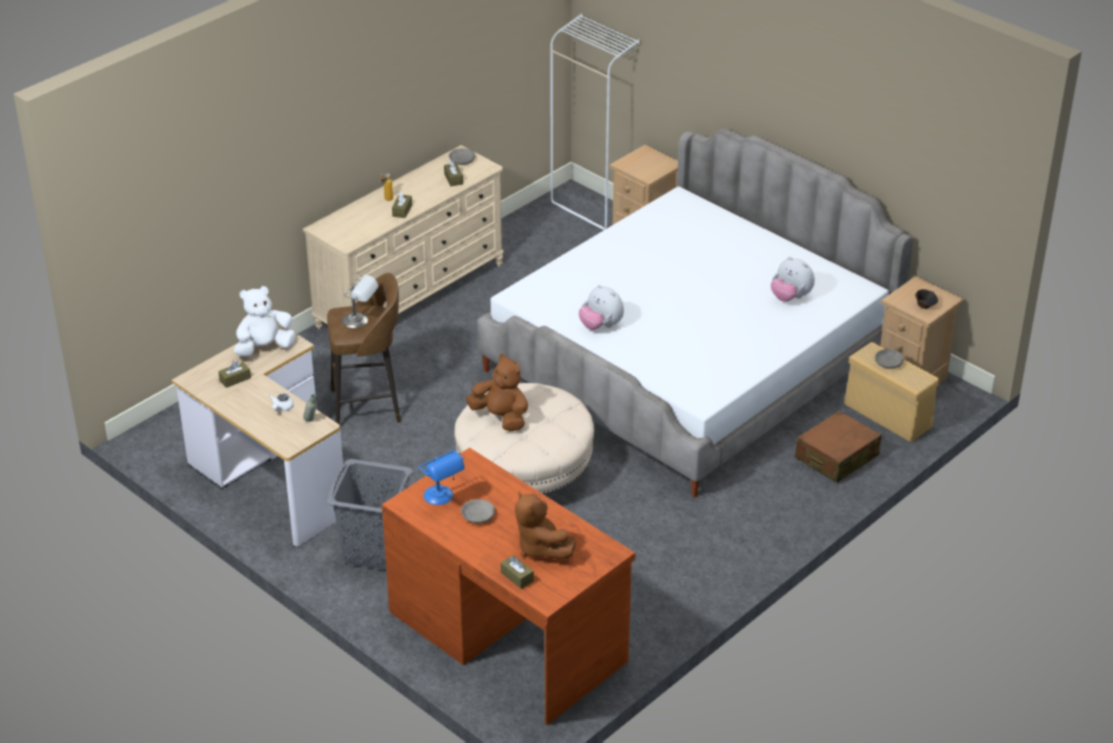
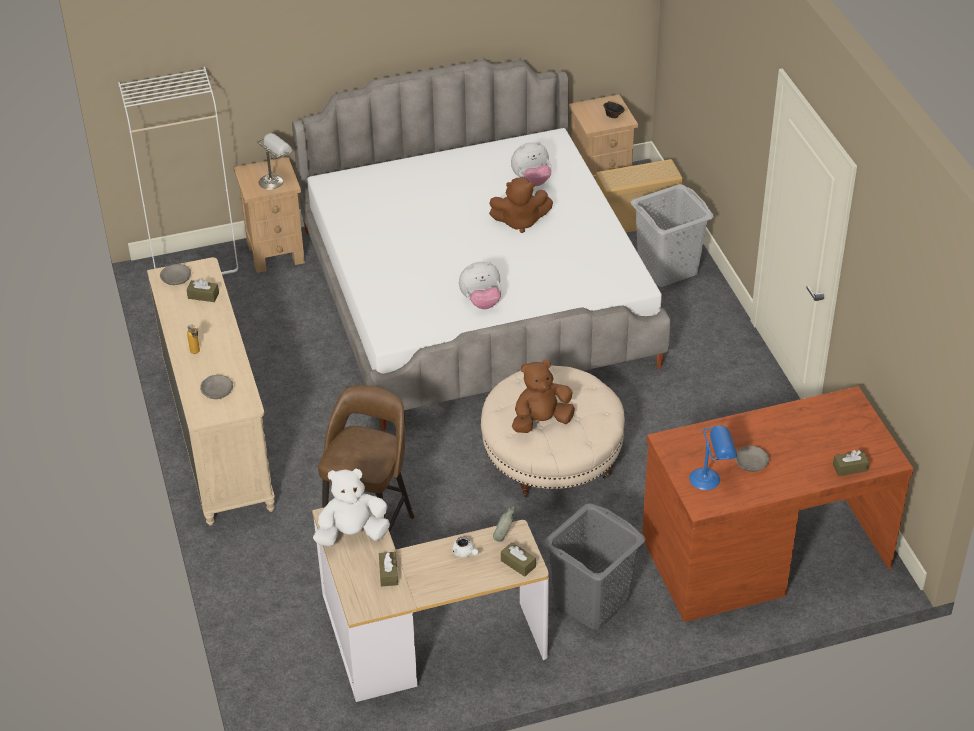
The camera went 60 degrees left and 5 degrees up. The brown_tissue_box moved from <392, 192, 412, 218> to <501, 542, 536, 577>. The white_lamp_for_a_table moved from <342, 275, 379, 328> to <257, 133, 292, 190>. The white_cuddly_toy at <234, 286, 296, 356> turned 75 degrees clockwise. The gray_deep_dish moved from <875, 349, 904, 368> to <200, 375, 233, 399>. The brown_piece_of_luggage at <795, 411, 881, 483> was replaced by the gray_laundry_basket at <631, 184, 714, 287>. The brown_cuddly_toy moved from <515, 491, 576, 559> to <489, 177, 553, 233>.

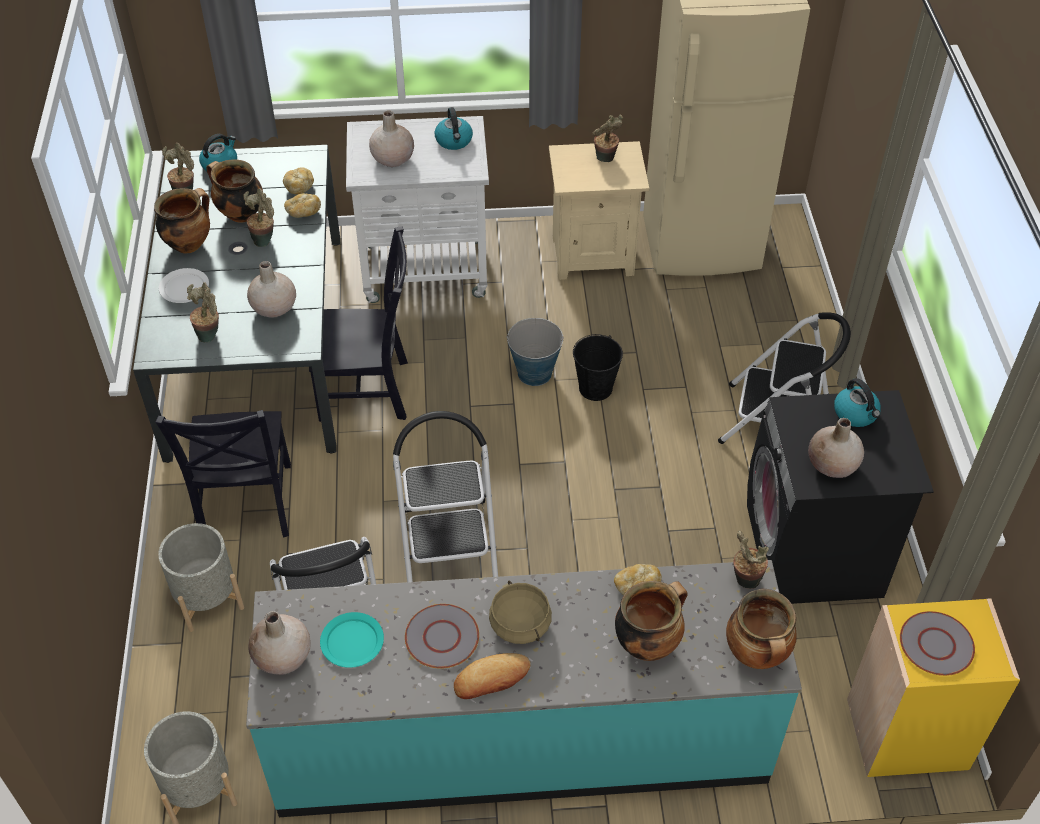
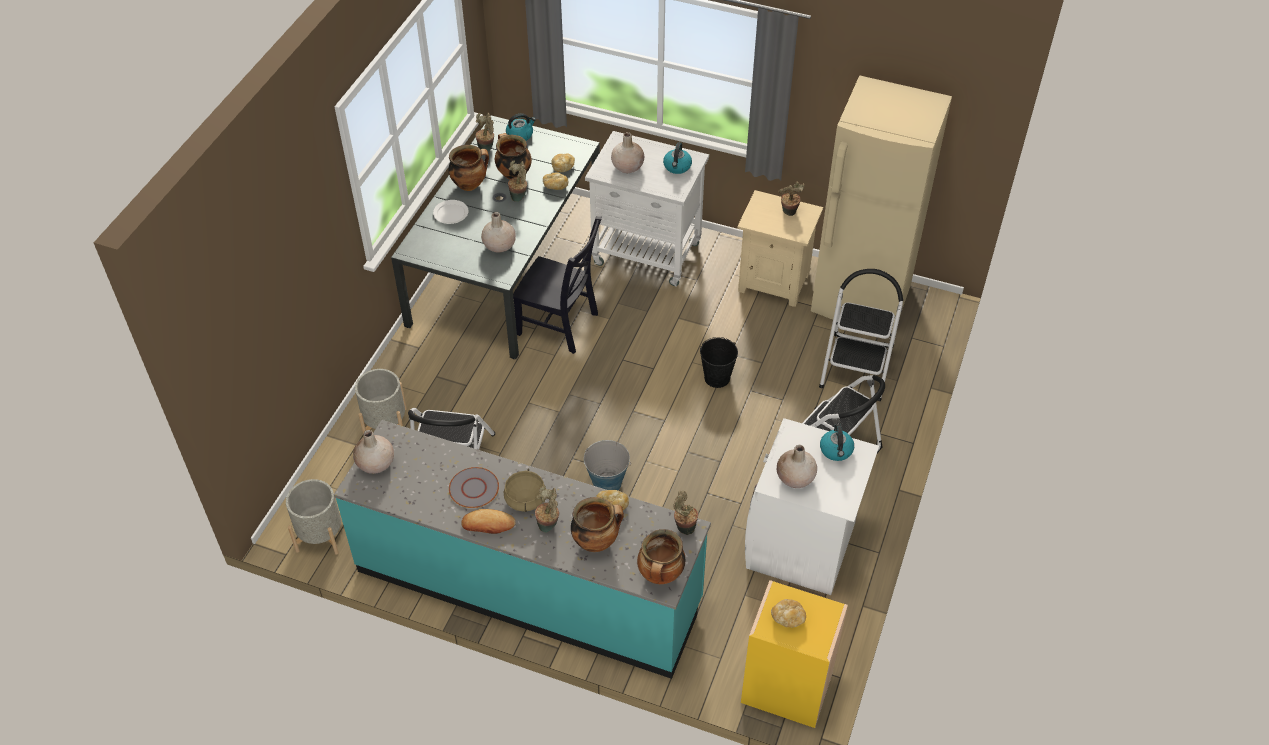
The camera went 25 degrees right and 0 degrees up. The plant_in_a_pot moved from <187, 282, 219, 343> to <535, 486, 559, 533>. The pail moved from <506, 318, 564, 386> to <584, 440, 631, 491>. The blackish_washing_machine at <747, 390, 934, 604> became the white_washing_machine at <745, 418, 879, 595>. The blackish_plain_chair at <155, 410, 291, 537> disappeared. The step_stool moved from <393, 411, 498, 582> to <819, 269, 903, 401>. The gray_dinner_plate at <900, 611, 975, 676> was replaced by the bakery_bread at <771, 599, 806, 628>. The blue-green_dinner_plate at <320, 612, 384, 668> disappeared.

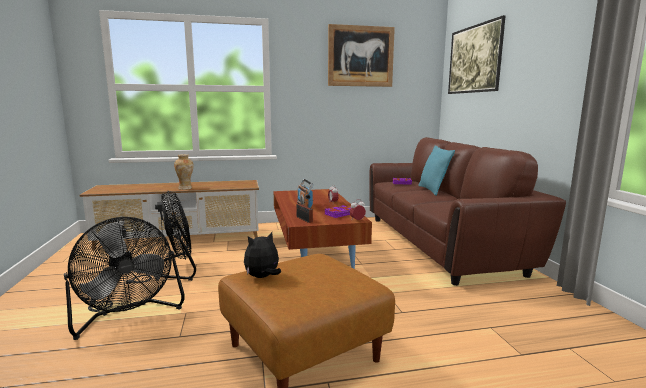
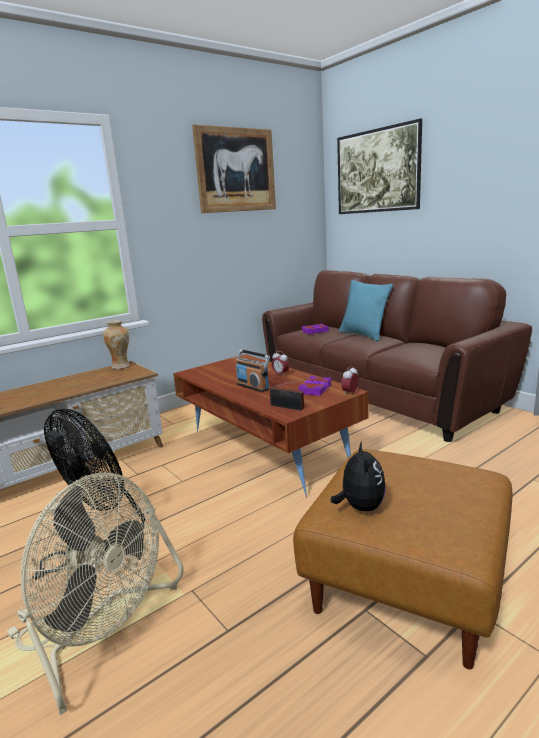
The camera went 25 degrees left and 5 degrees up. The flower_vase moved from <174, 154, 194, 190> to <103, 320, 130, 369>. The blackish_fan at <64, 217, 185, 340> became the beige-coloured_fan at <7, 472, 183, 715>. The cuddly_toy at <244, 232, 281, 278> turned 150 degrees clockwise.

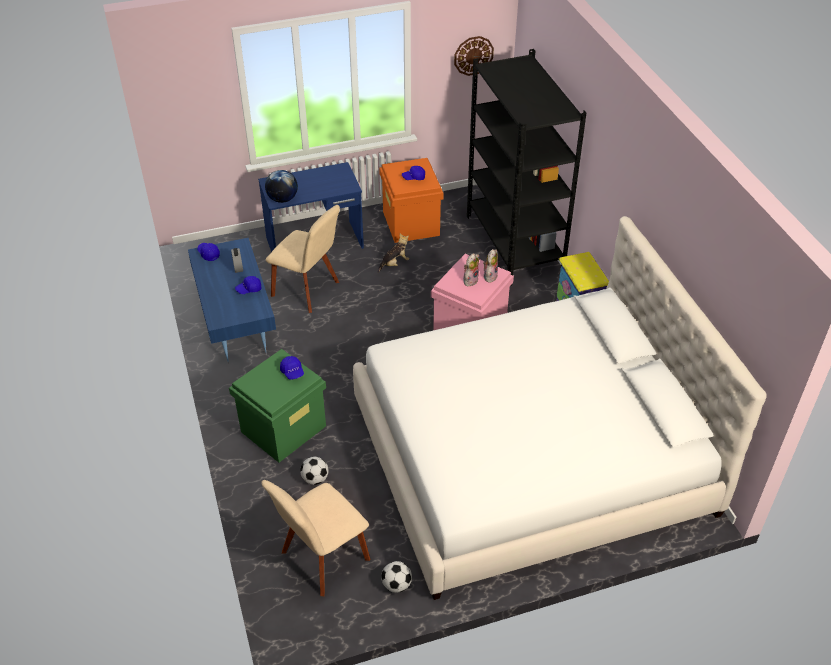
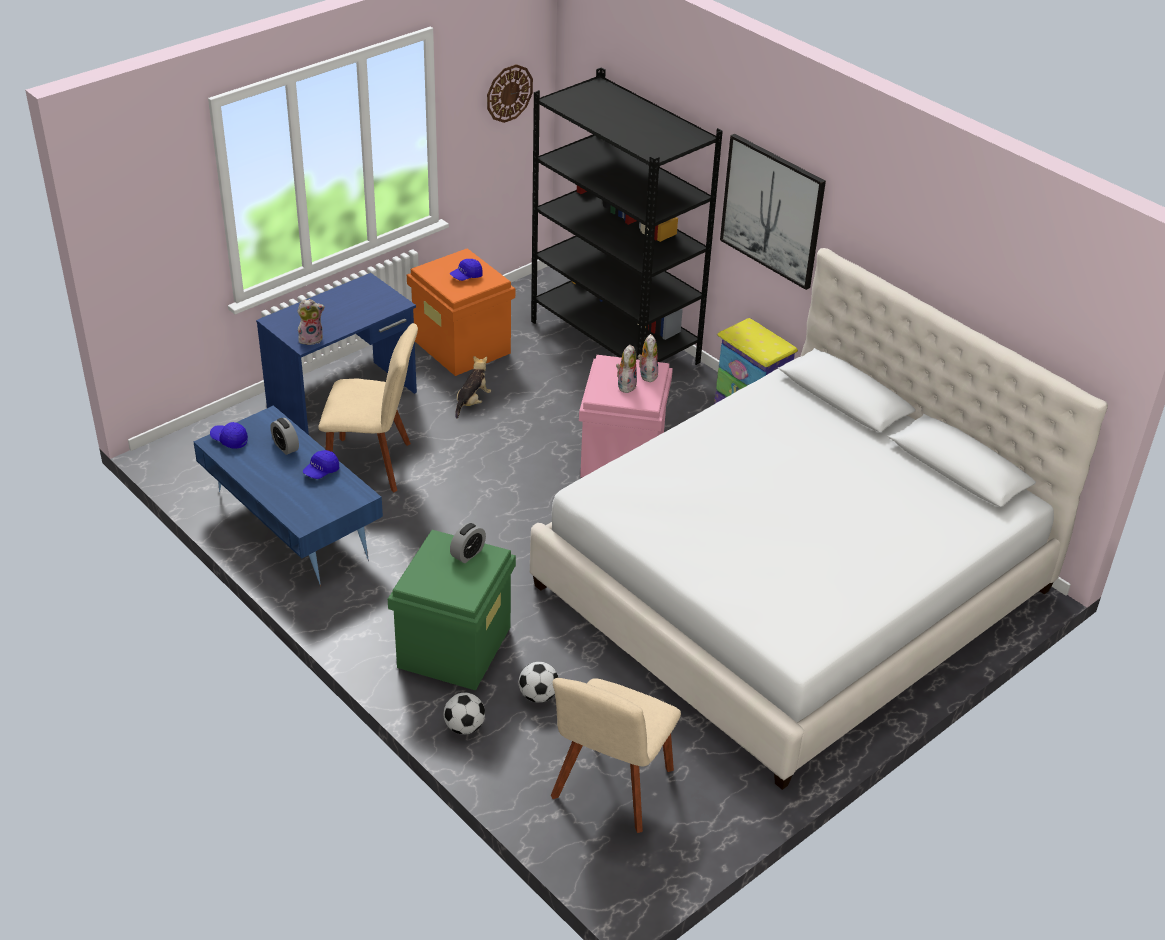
The camera went 25 degrees left and 5 degrees down. The world_globe at <265, 170, 298, 203> was replaced by the cuddly_toy at <297, 299, 325, 345>. The blue-coloured_cap at <280, 356, 304, 380> was replaced by the alarm_clock at <450, 522, 486, 563>. The football moved from <381, 561, 412, 593> to <444, 693, 485, 734>. The picture at <720, 134, 826, 290> appeared.

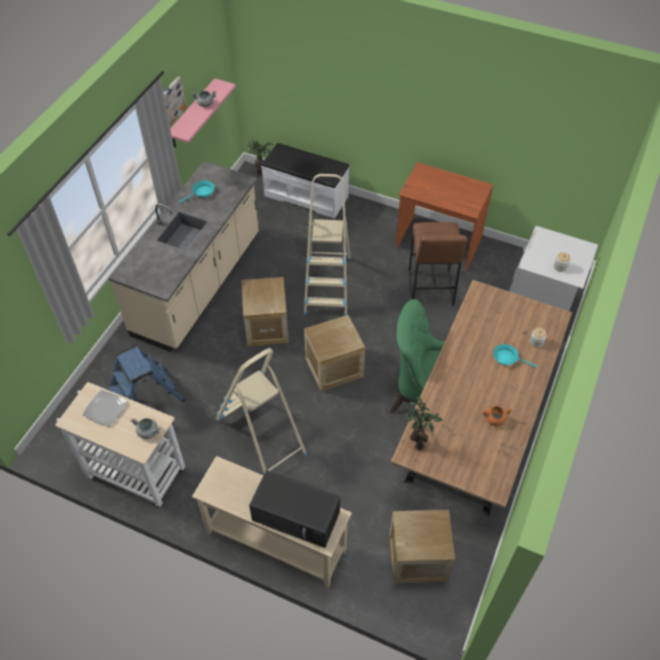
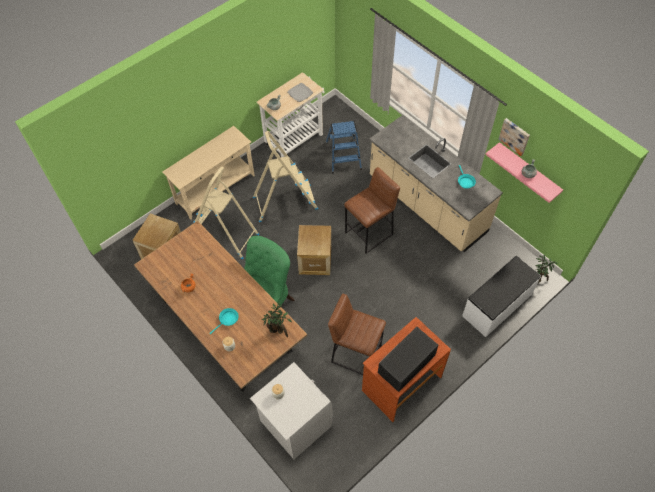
The camera went 115 degrees right and 5 degrees up. The beige-coloured_step_stool moved from <304, 174, 350, 316> to <193, 166, 259, 259>. The crate at <242, 277, 289, 346> was replaced by the brown_stool_seat at <344, 167, 400, 254>. The plant_in_a_pot moved from <403, 397, 443, 451> to <262, 303, 292, 337>. The blackish_kitchen_microwave moved from <249, 470, 340, 548> to <378, 326, 438, 392>.

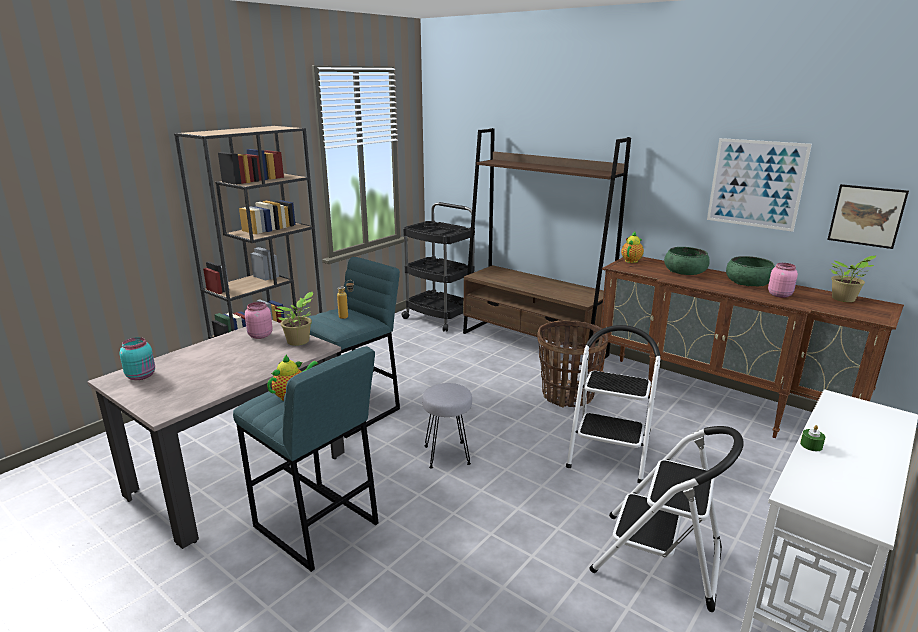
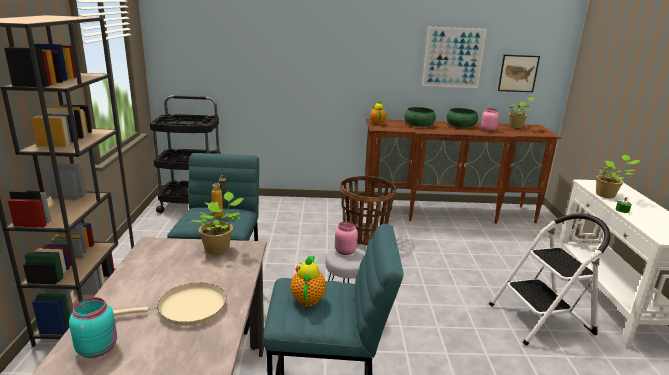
The camera went 40 degrees left and 0 degrees up. The brown_shelving_unit at <463, 128, 631, 368> disappeared. The pinkish_jar moved from <245, 302, 273, 339> to <335, 221, 358, 255>. The step_stool at <566, 325, 661, 484> disappeared. The plant_in_a_pot at <596, 154, 641, 198> appeared. The beige-coloured_frying_pan at <113, 283, 227, 326> appeared.

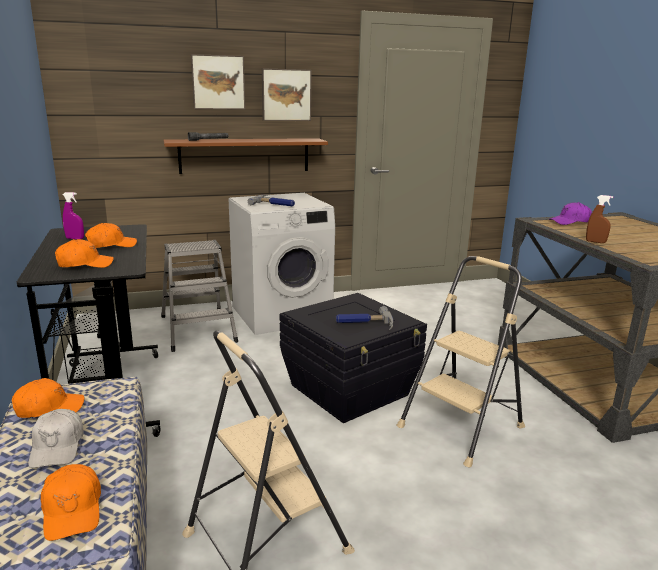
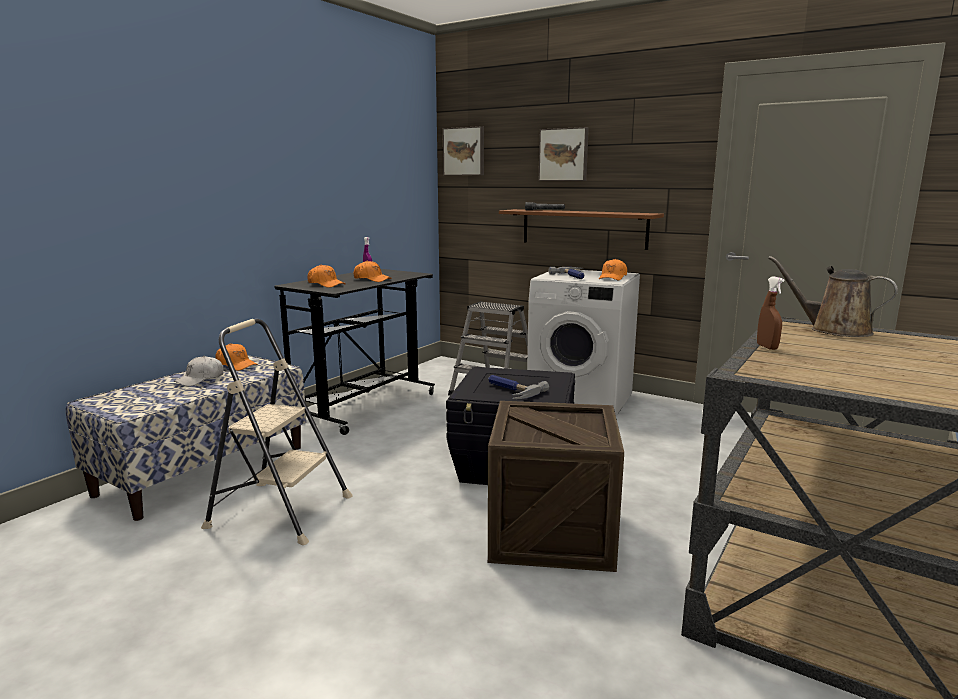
The camera went 50 degrees right and 5 degrees down. The picture moved from <262, 68, 311, 121> to <443, 126, 484, 175>. The purple-coloured_cap at <549, 202, 592, 225> was replaced by the brown_watering_pot at <768, 256, 898, 337>. The beige-coloured_step_stool at <396, 256, 525, 467> was replaced by the crate at <488, 401, 624, 572>. The orange-coloured_cap moved from <41, 464, 101, 541> to <599, 259, 627, 280>.

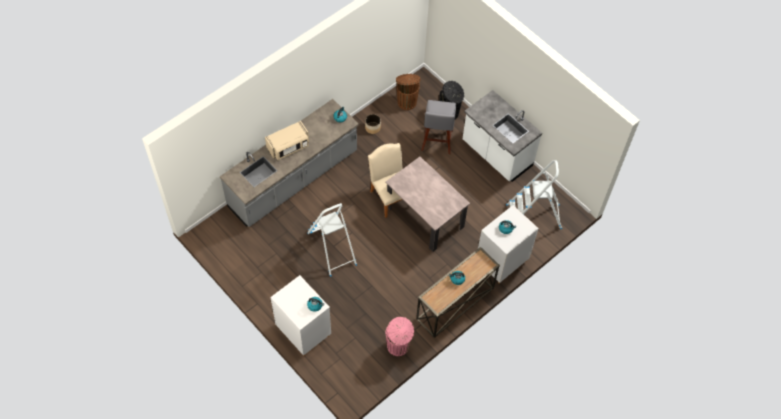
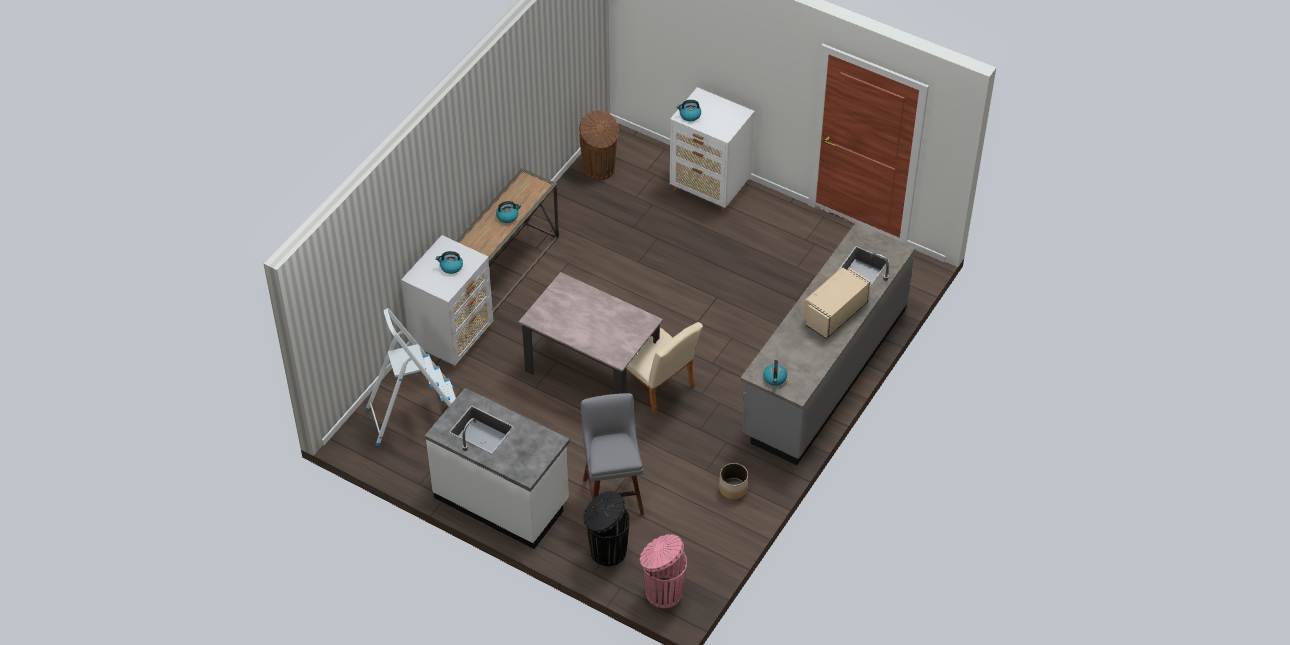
The camera went 165 degrees right and 10 degrees down. The brown_rubbish_bin moved from <396, 74, 420, 110> to <579, 110, 619, 181>. The white_step_stool at <307, 203, 357, 277> disappeared. The pinkish_rubbish_bin moved from <385, 317, 414, 356> to <640, 534, 687, 608>.

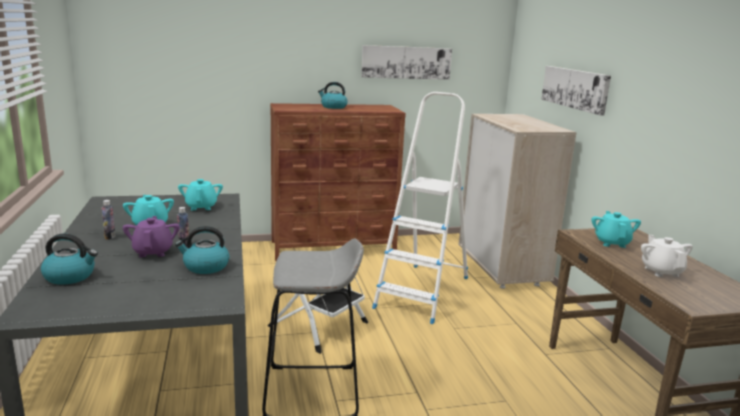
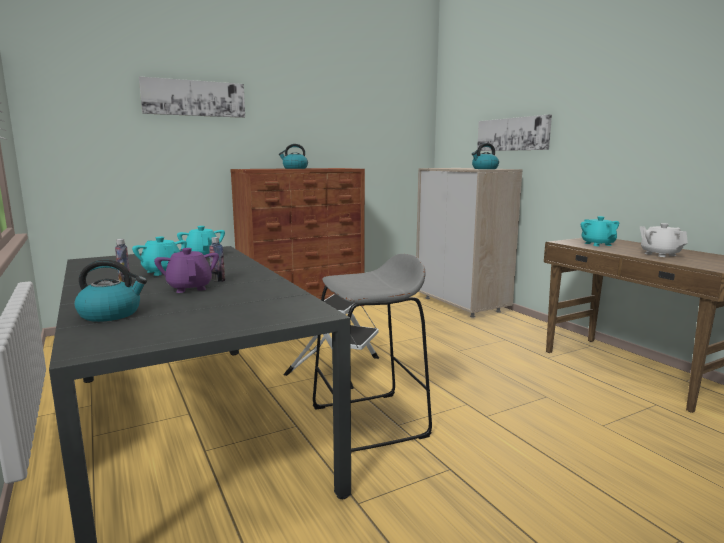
The camera went 15 degrees left and 5 degrees down. The picture moved from <361, 45, 452, 80> to <139, 76, 245, 118>. The white_step_stool at <372, 92, 468, 324> disappeared. The kettle moved from <175, 226, 230, 274> to <472, 143, 499, 169>.

